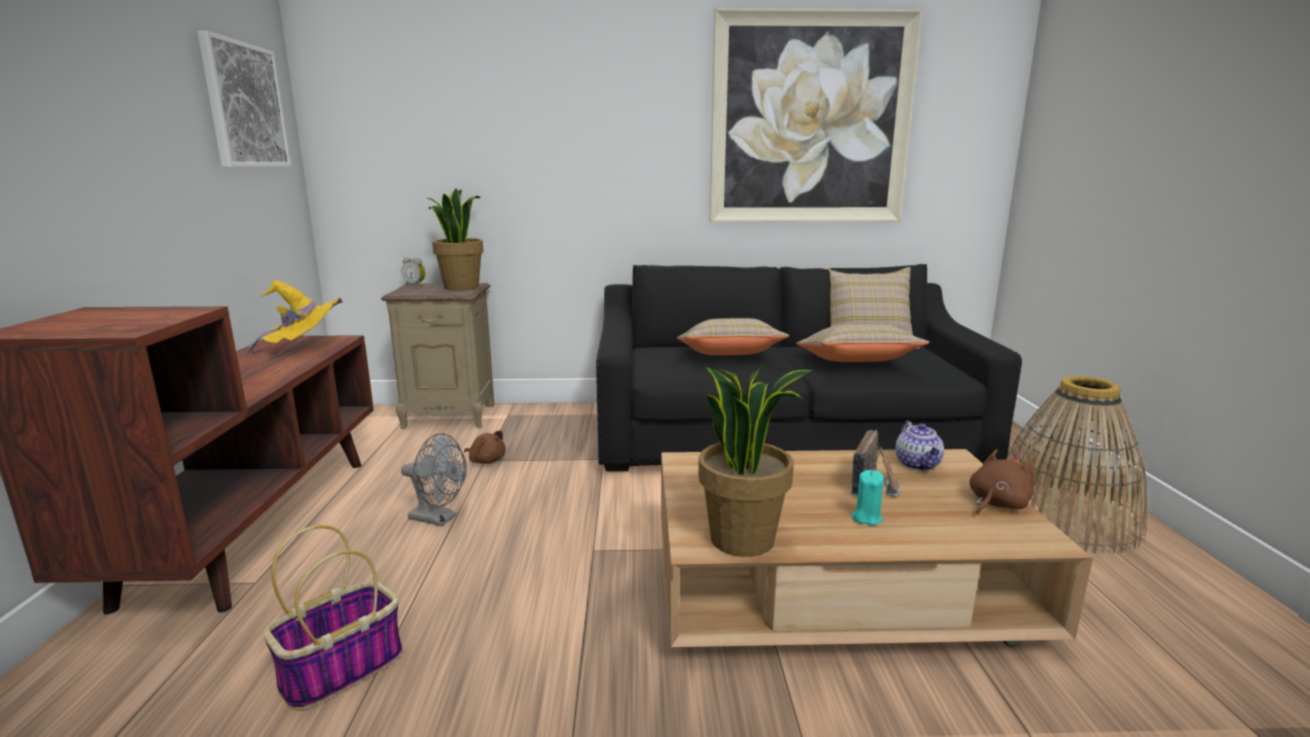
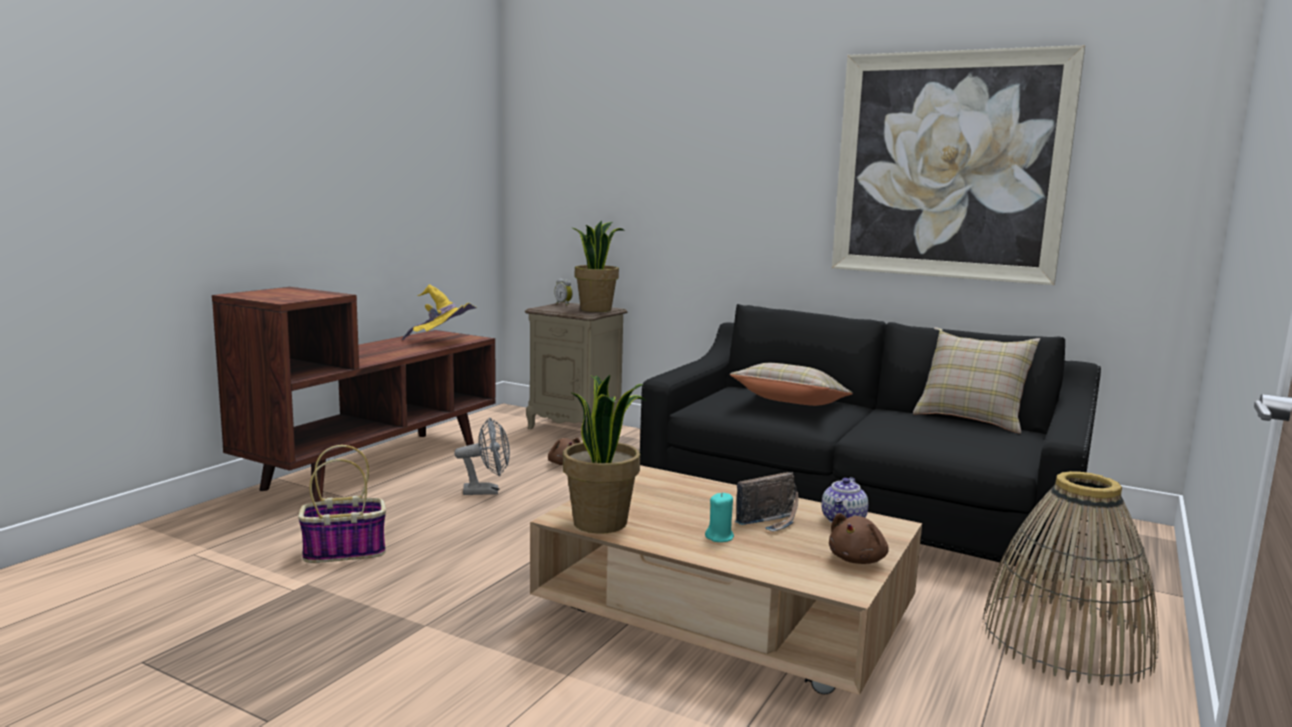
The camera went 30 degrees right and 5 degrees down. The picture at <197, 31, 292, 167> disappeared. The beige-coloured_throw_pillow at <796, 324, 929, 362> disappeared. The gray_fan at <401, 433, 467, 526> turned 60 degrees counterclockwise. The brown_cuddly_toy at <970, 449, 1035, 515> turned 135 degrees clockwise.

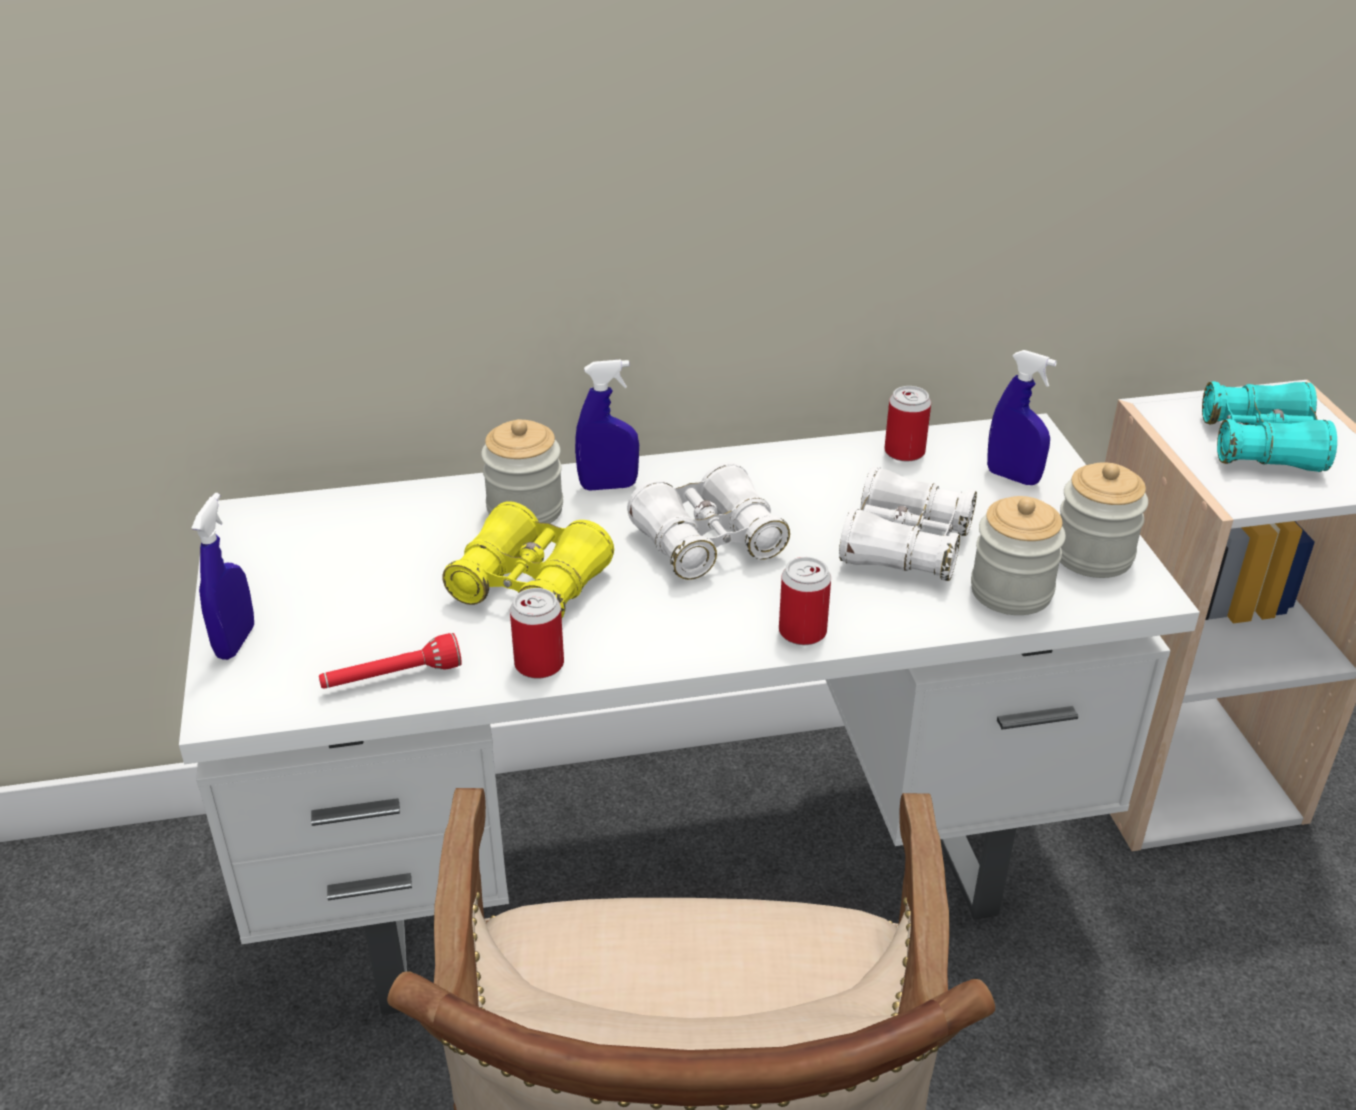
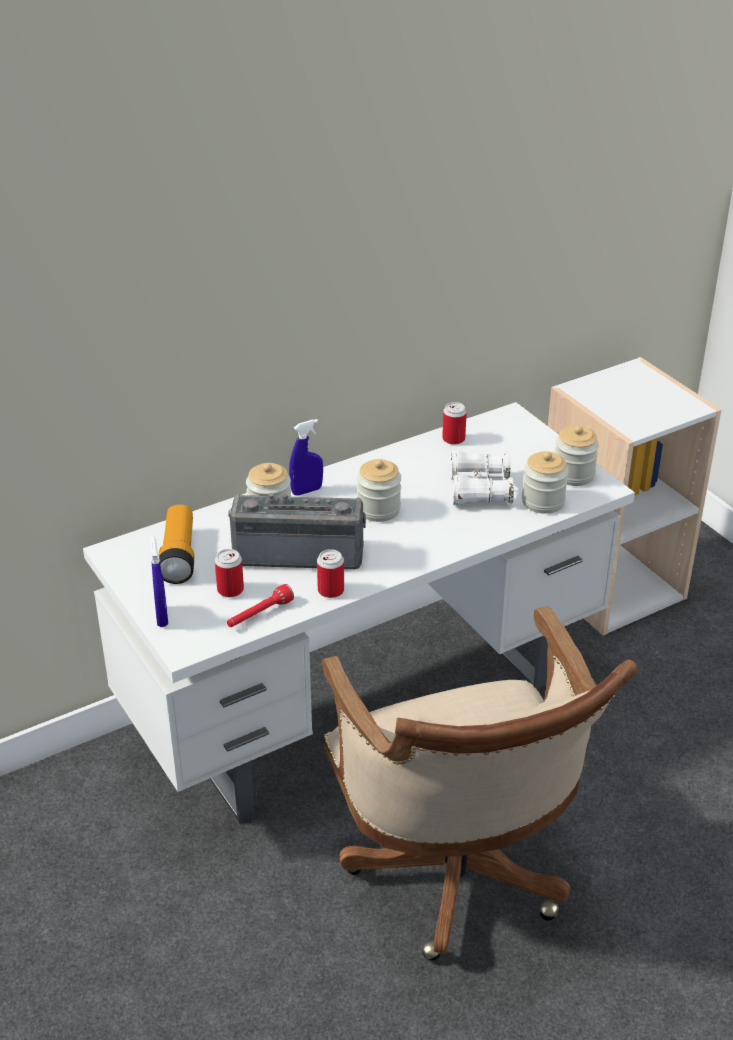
The camera went 20 degrees left and 0 degrees up. The blue-coloured_sprayer at <987, 350, 1057, 485> disappeared. The blue-green_binoculars at <1202, 381, 1337, 472> disappeared. The white_binoculars at <627, 462, 790, 580> was replaced by the jar at <357, 459, 401, 522>. The yellow-coloured_binoculars at <442, 501, 614, 618> was replaced by the radio_set at <228, 493, 366, 569>. The sealed_can moved from <779, 557, 831, 645> to <215, 549, 244, 597>. The hand_torch at <158, 505, 194, 584> appeared.

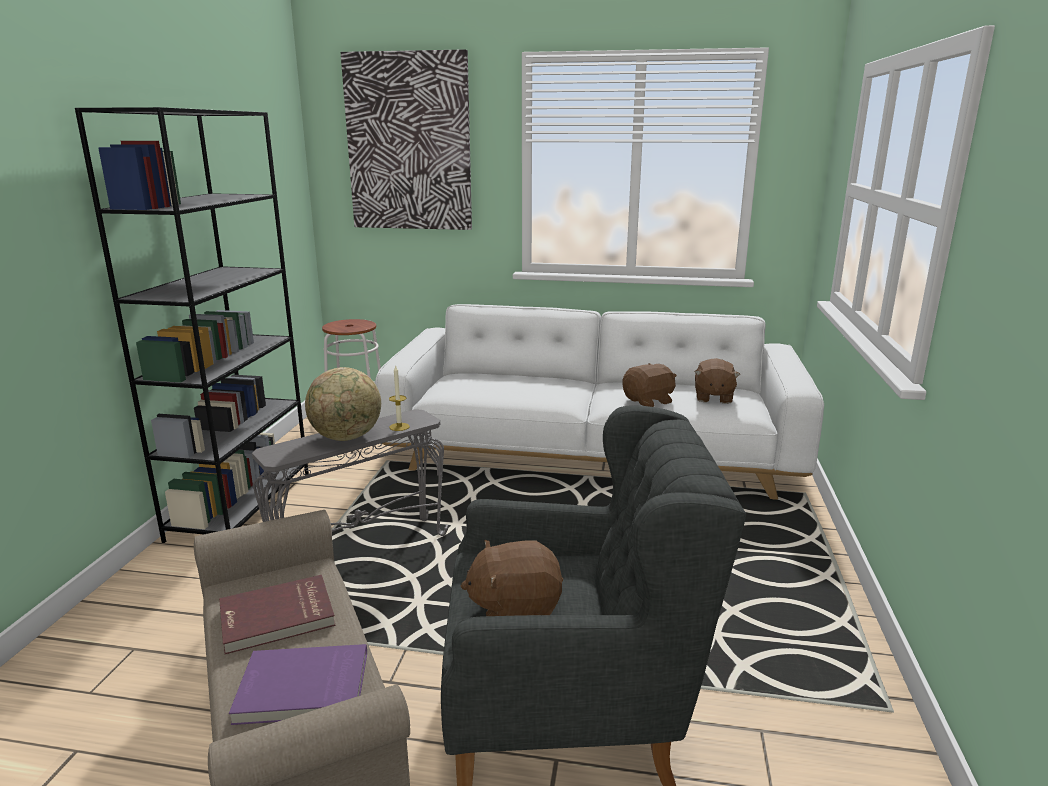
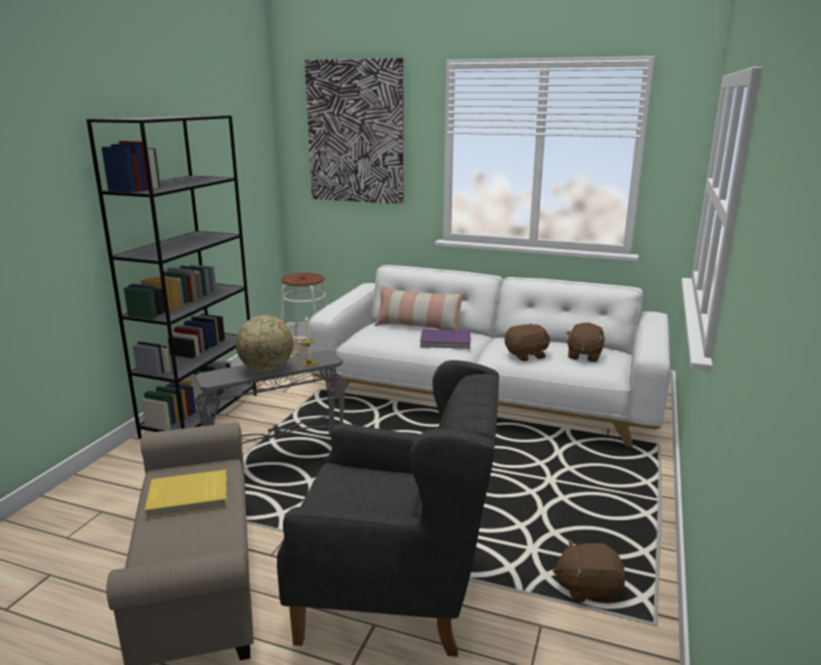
The camera went 10 degrees right and 0 degrees up. The brown_cuddly_toy moved from <461, 540, 563, 616> to <553, 539, 625, 603>. The red-coloured_volume at <219, 575, 336, 654> became the yellow-coloured_volume at <145, 470, 227, 518>. The purple-coloured_volume moved from <229, 644, 367, 725> to <420, 329, 470, 349>. The throw_pillow at <374, 285, 464, 330> appeared.

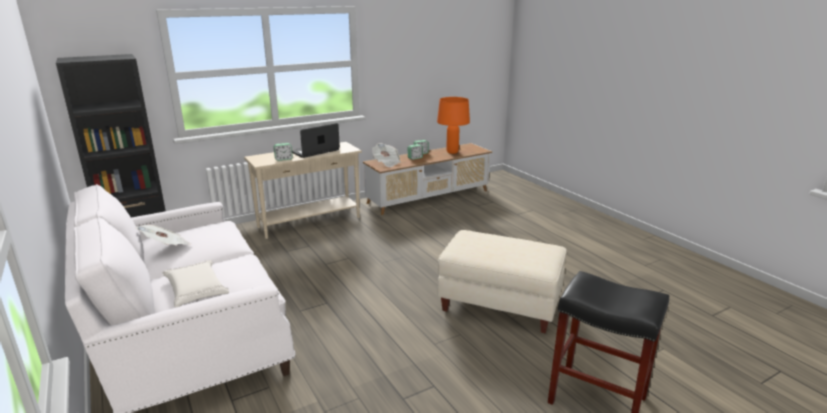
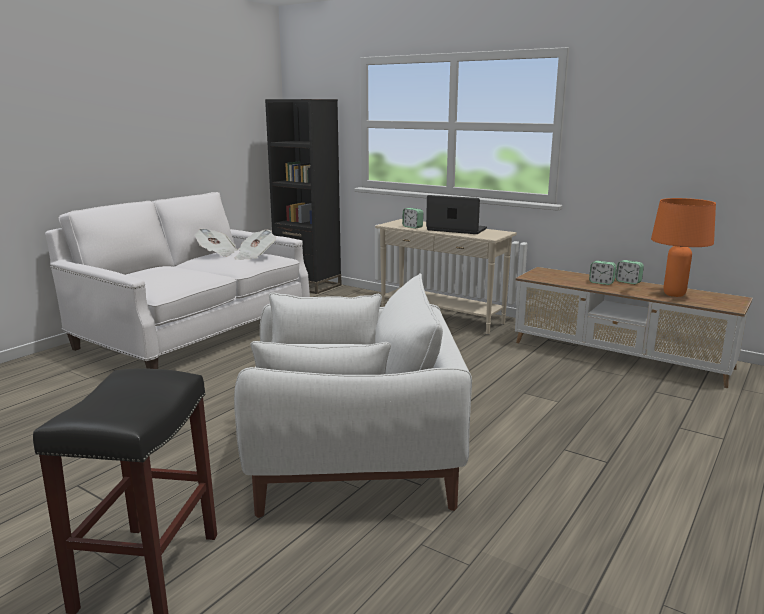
The camera went 65 degrees right and 5 degrees down. The printed_paper moved from <372, 143, 401, 168> to <235, 230, 276, 260>. The beige-coloured_footrest at <437, 230, 566, 334> was replaced by the white_lounge_chair at <234, 273, 472, 518>. The white_throw_pillow at <163, 260, 229, 308> disappeared.

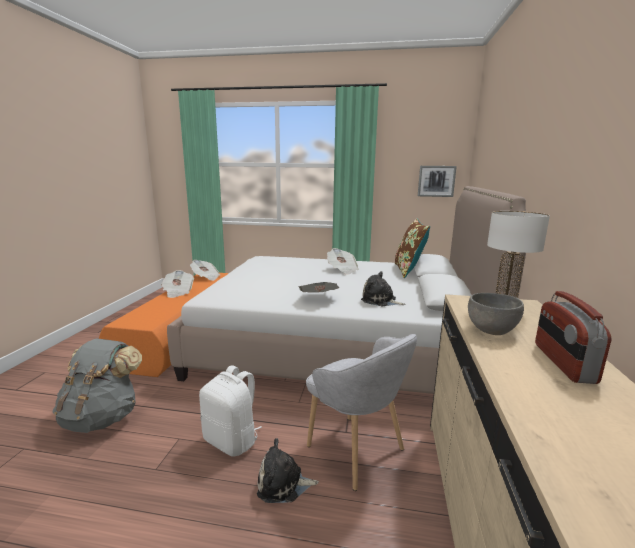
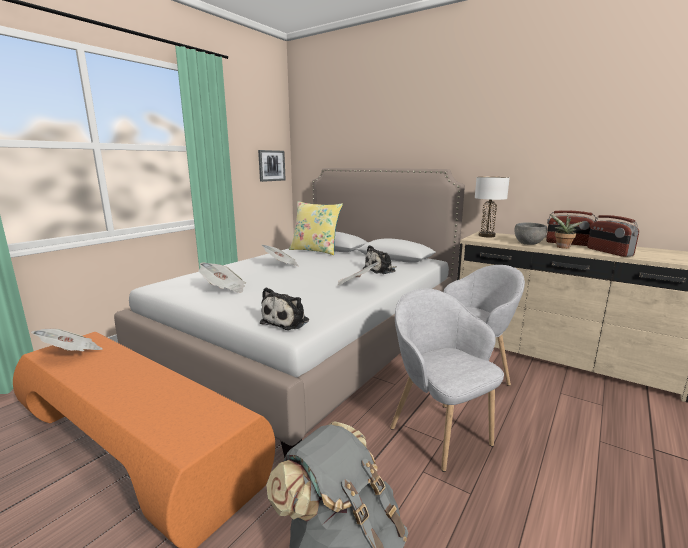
The camera went 65 degrees left and 0 degrees up. The brown_throw_pillow at <395, 218, 430, 278> became the yellow-coloured_throw_pillow at <289, 201, 343, 255>. The printed_paper moved from <161, 270, 194, 298> to <198, 262, 246, 293>. The white_backpack at <199, 365, 262, 456> was replaced by the gray_lounge_chair at <390, 288, 504, 472>. The cuddly_toy moved from <257, 438, 319, 503> to <260, 287, 309, 330>. The plant_in_a_pot at <550, 214, 583, 249> appeared. The radio_set at <587, 215, 639, 257> appeared.

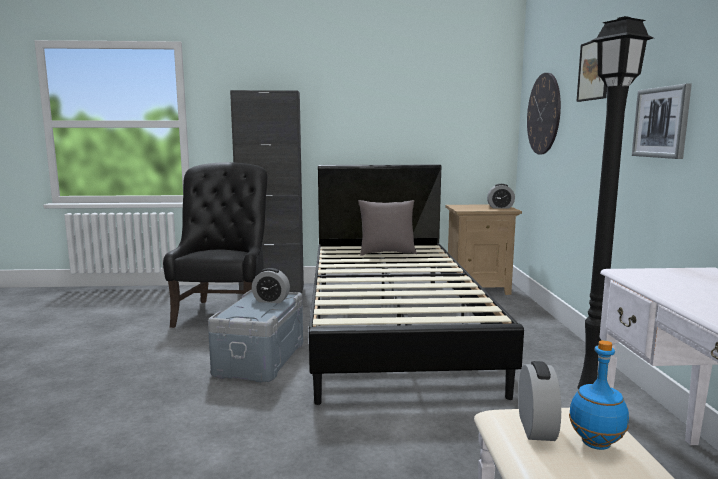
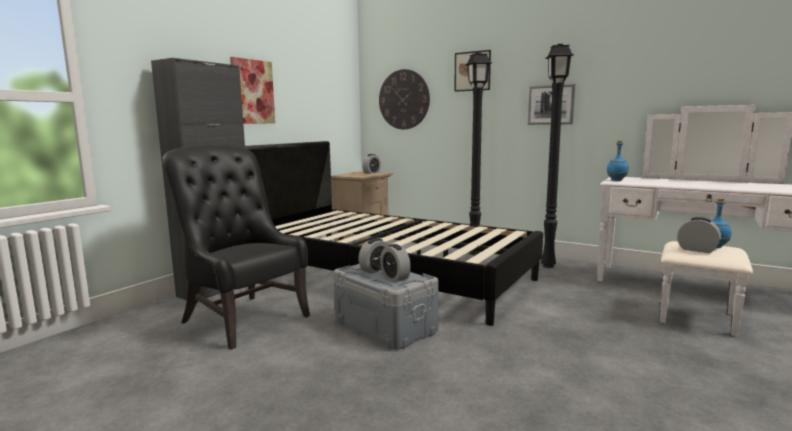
The camera went 55 degrees left and 0 degrees up. The gray_throw_pillow at <358, 200, 417, 256> disappeared. The blackish_standing_lamp at <466, 52, 492, 255> appeared. The picture at <230, 57, 275, 124> appeared. The blue-coloured_drink_bottle at <607, 141, 629, 181> appeared. The alarm_clock at <380, 244, 411, 282> appeared.

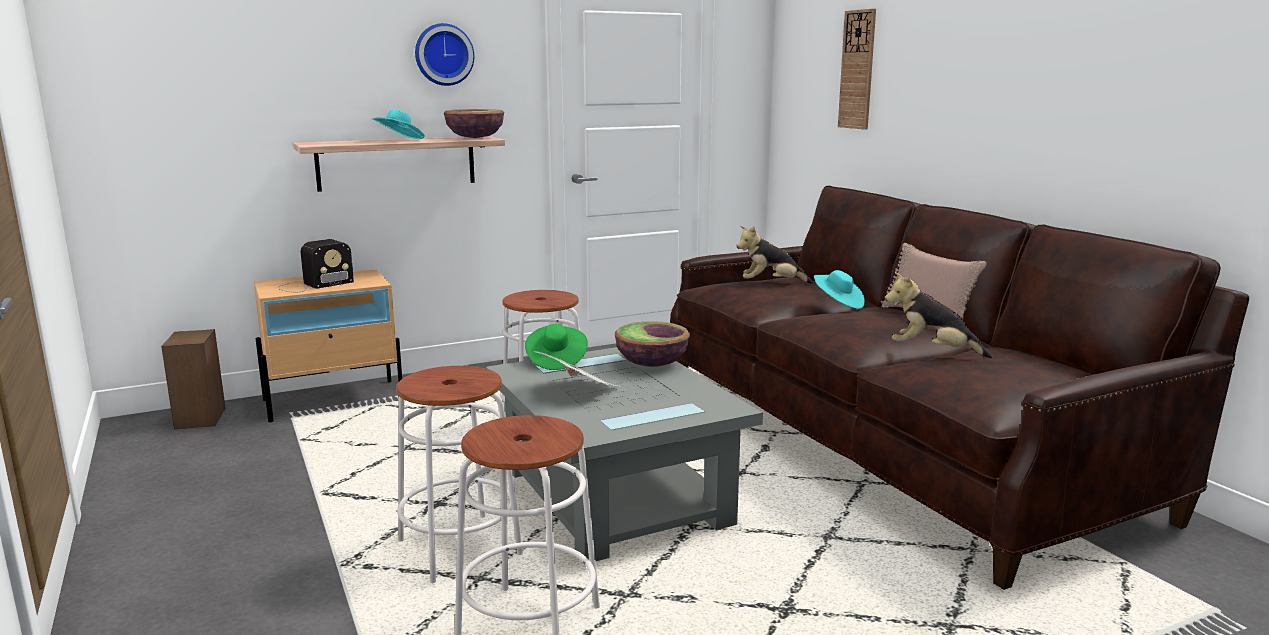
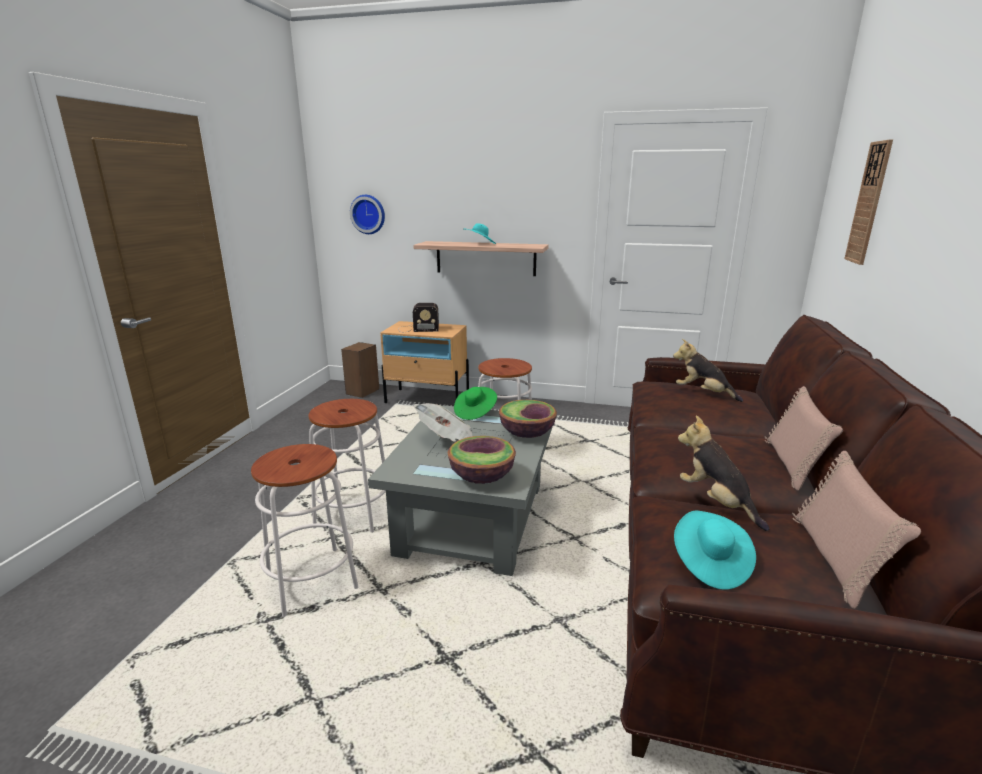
The camera went 40 degrees right and 5 degrees up. The hanging_clock moved from <415, 23, 474, 86> to <350, 195, 385, 234>. The deep_dish moved from <444, 109, 504, 138> to <448, 436, 516, 484>. The blue-green_clothing_hat moved from <814, 270, 865, 309> to <674, 511, 756, 590>. The beige-coloured_throw_pillow at <792, 451, 921, 609> appeared.

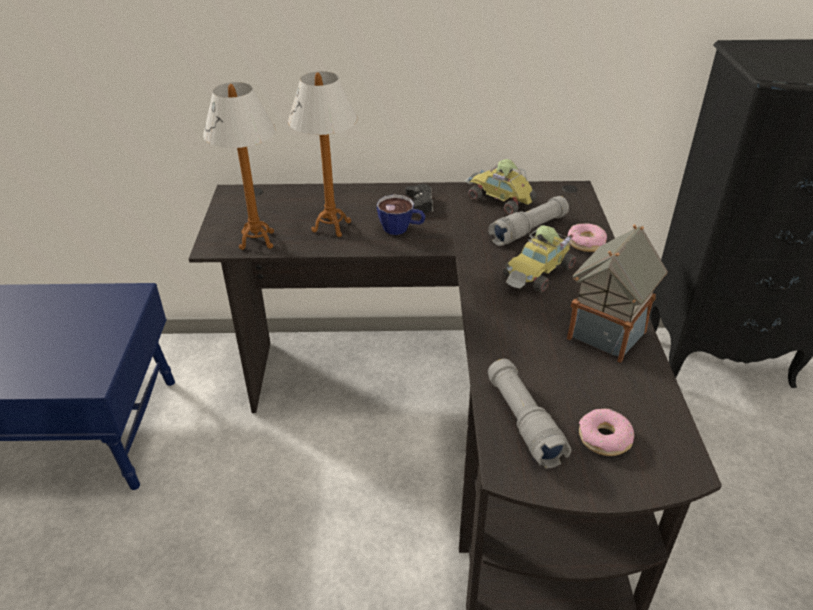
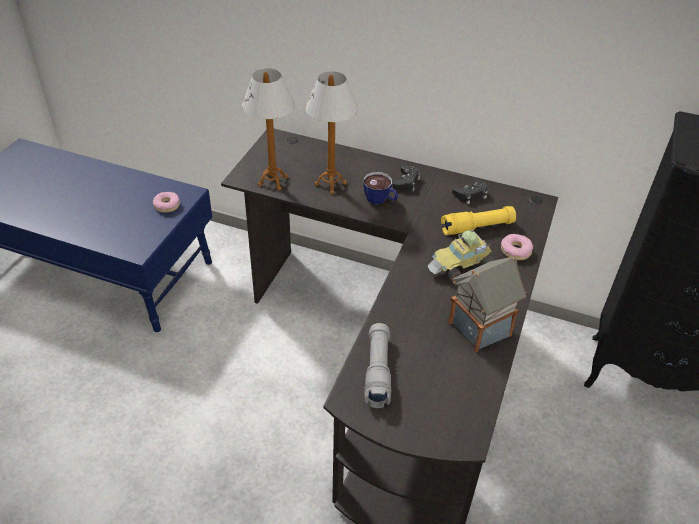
The camera went 20 degrees right and 5 degrees up. The miniature_car at <465, 159, 537, 215> was replaced by the blackish_game_controller at <452, 179, 488, 204>. The gray_hand_torch at <488, 196, 569, 246> became the yellow-coloured_hand_torch at <441, 206, 516, 235>. The doughnut moved from <579, 408, 634, 456> to <153, 192, 180, 213>.

